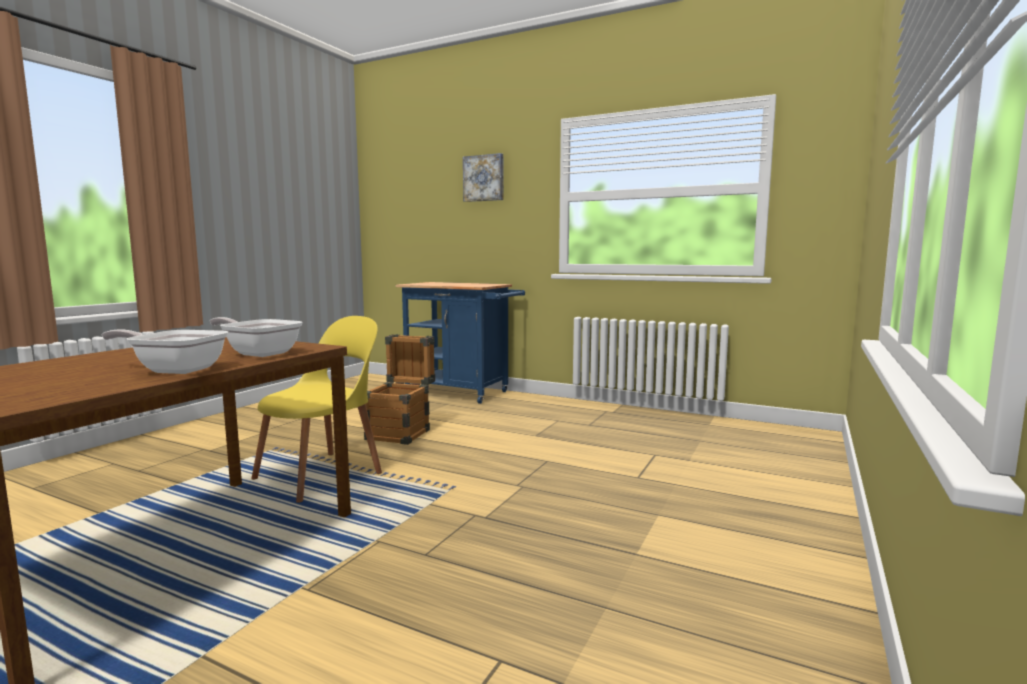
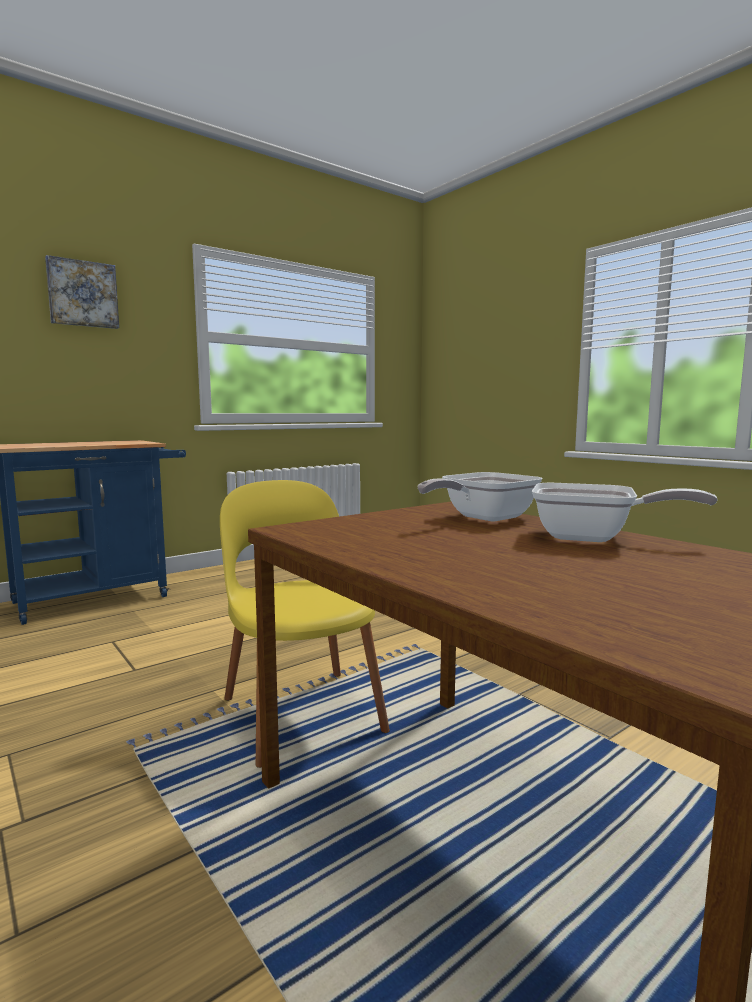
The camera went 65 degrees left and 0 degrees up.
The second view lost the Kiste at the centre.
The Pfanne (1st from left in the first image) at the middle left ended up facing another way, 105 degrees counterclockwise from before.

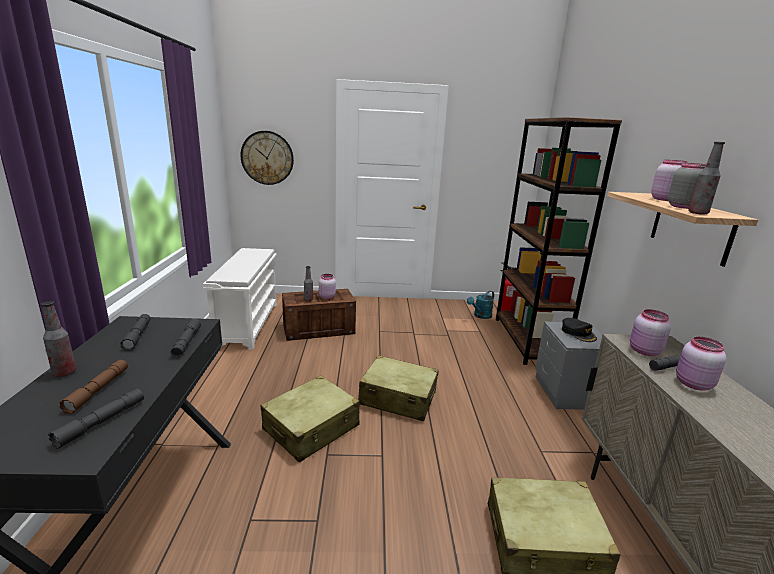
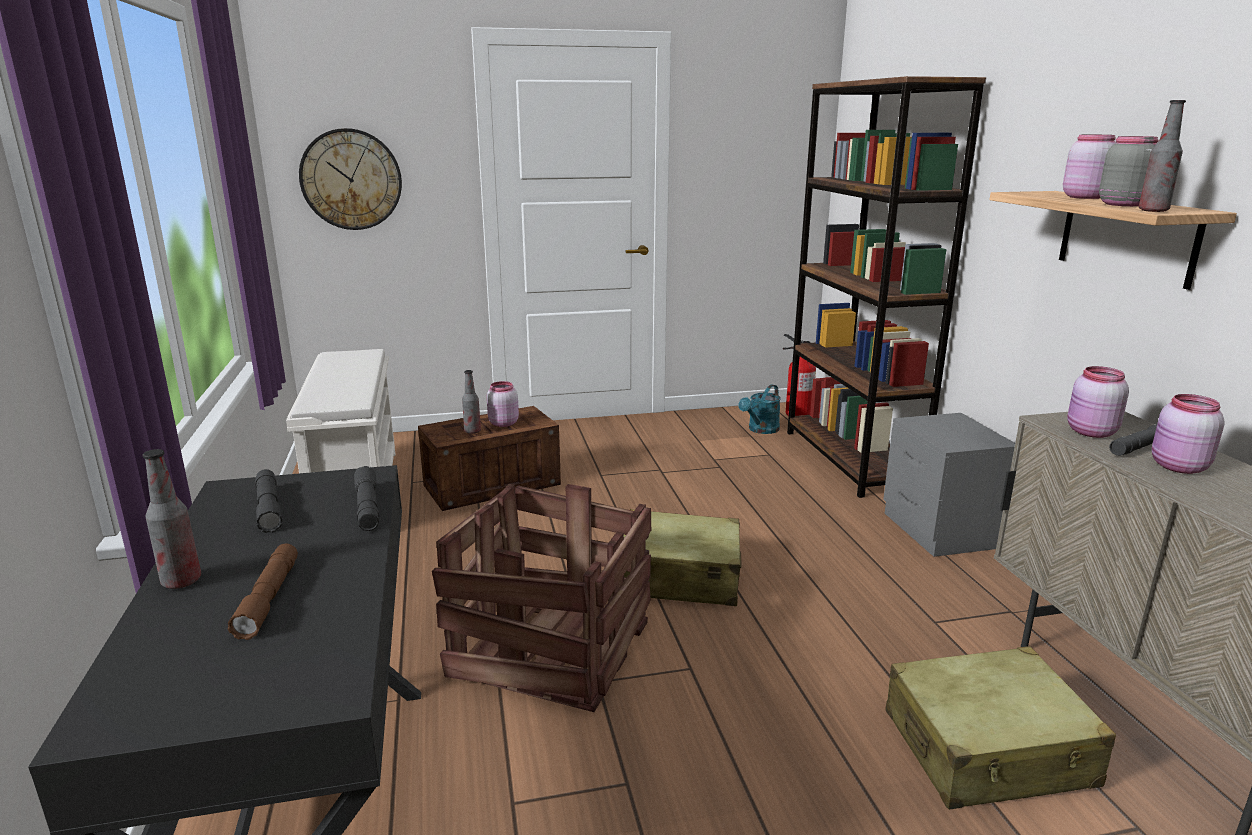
The camera went 10 degrees left and 0 degrees up.
The second view lost the Taschenlampe/grau (1st from left) at the bottom left.
The second view lost the Kappe/schwarz at the middle right.
Where the Koffer/beige (1st from left) stood at the bottom centre, the Kiste (2nd from left) came to stand at the bottom centre.

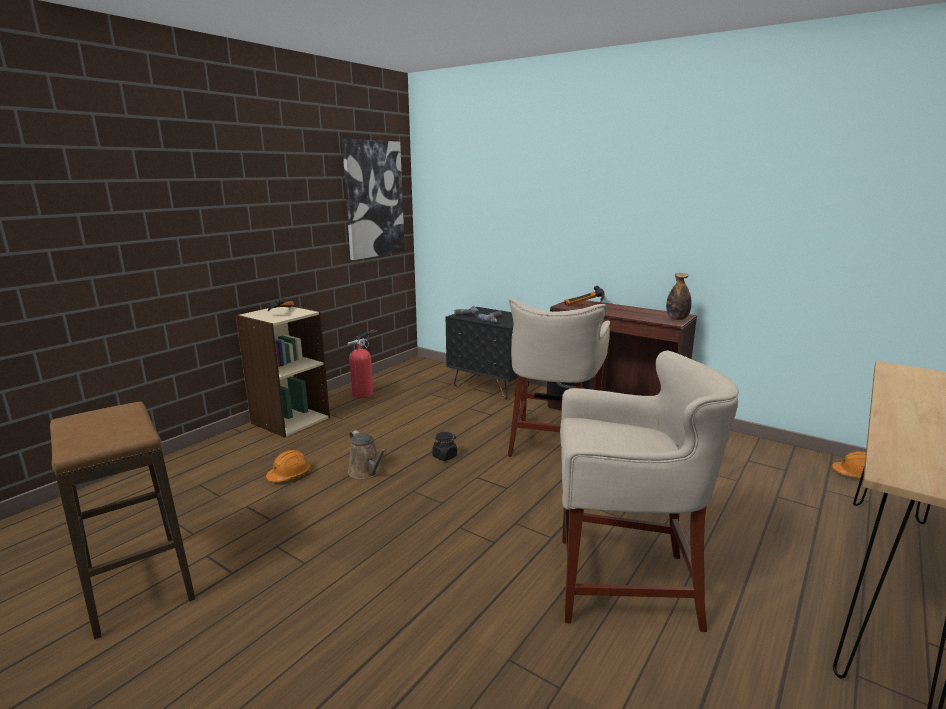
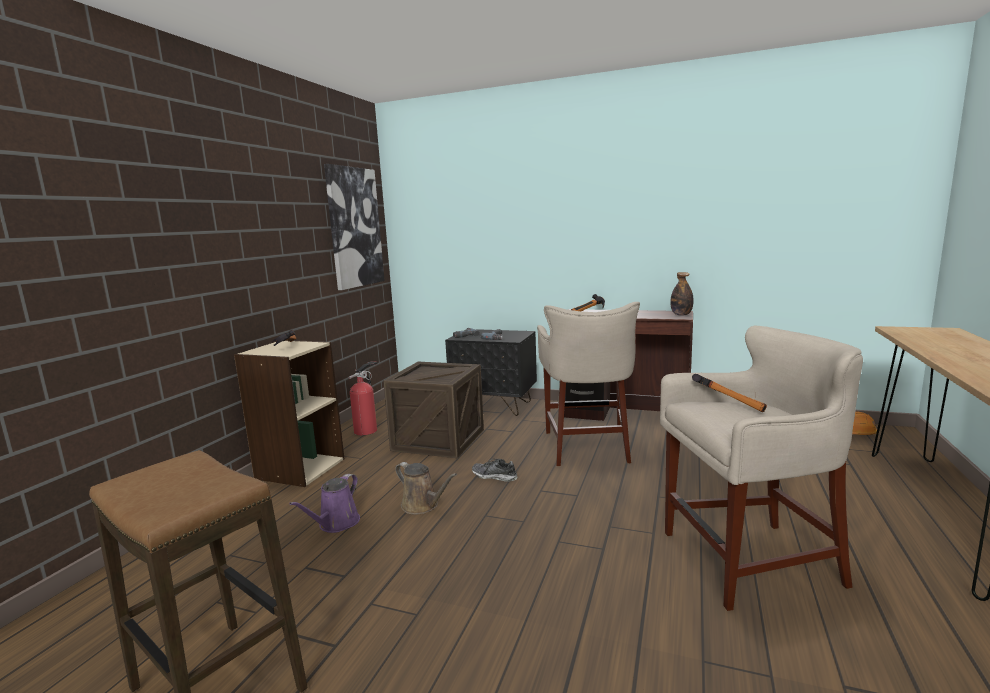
The camera went 15 degrees left and 5 degrees down.
The second view gained the Kiste at the centre.
The second view gained the Hammer (3rd from left) at the middle right.
Where the Schutzhelm/orange (1st from left) stood at the middle left, the Gießkanne/lila came to stand at the bottom left.
Where the Vorratsglas/schwarz stood at the centre, the Schuh came to stand at the bottom centre.

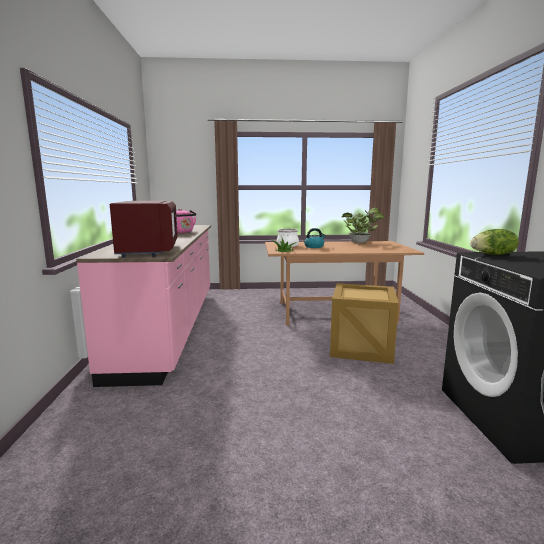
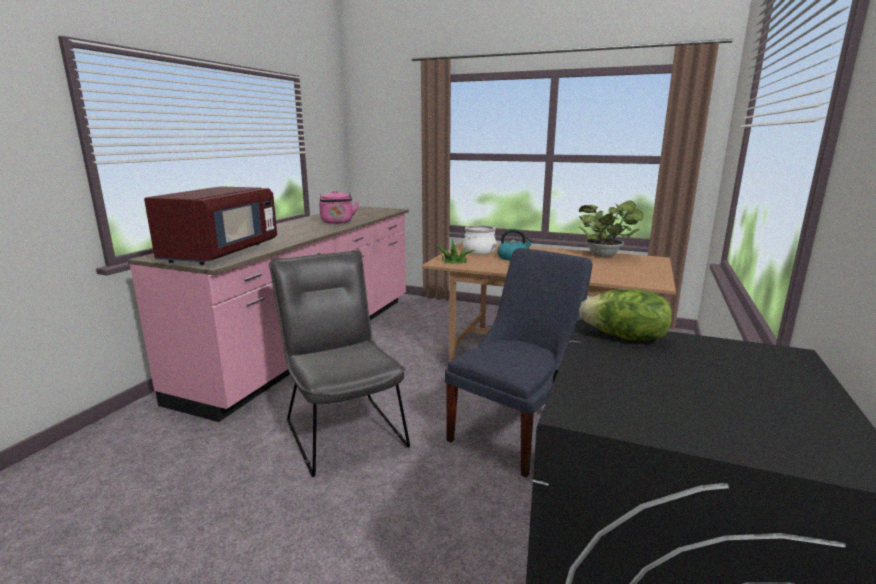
The camera went 25 degrees right and 5 degrees up.
The second view gained the Stuhl/grau at the centre.
Where the Kiste stood at the middle right, the Stuhl/blau came to stand at the centre.

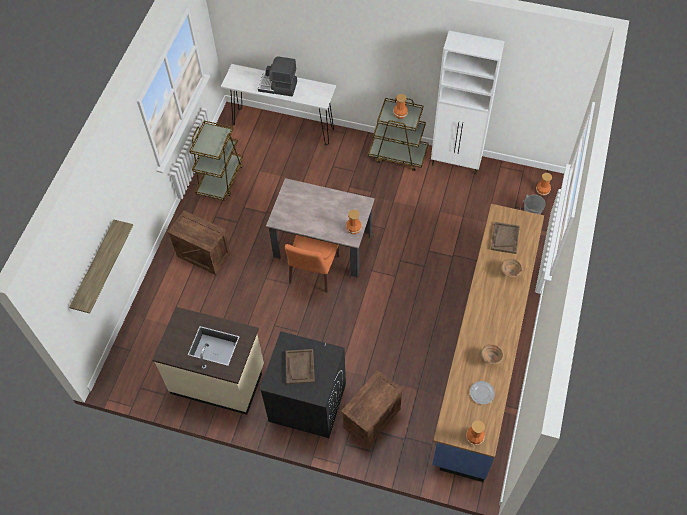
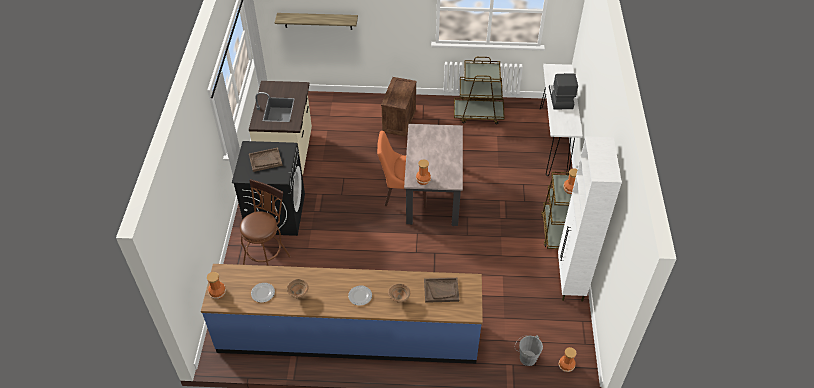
The camera went 75 degrees right and 10 degrees down.
The second view gained the Teller (2nd from left) at the bottom centre.
Where the Kiste (2nd from left) stood at the bottom centre, the Hocker/braun came to stand at the middle left.

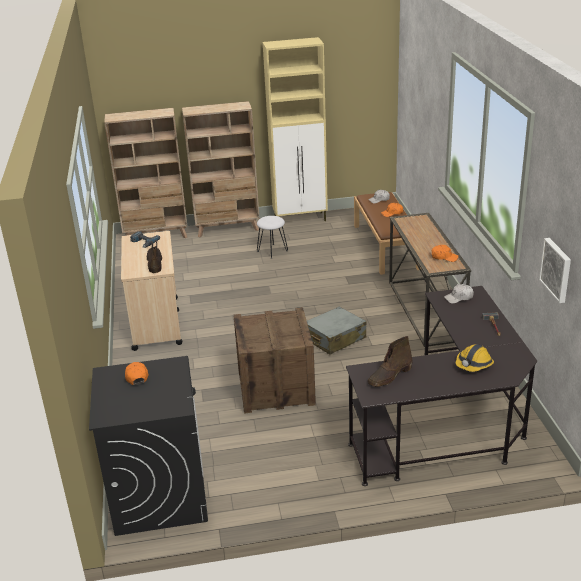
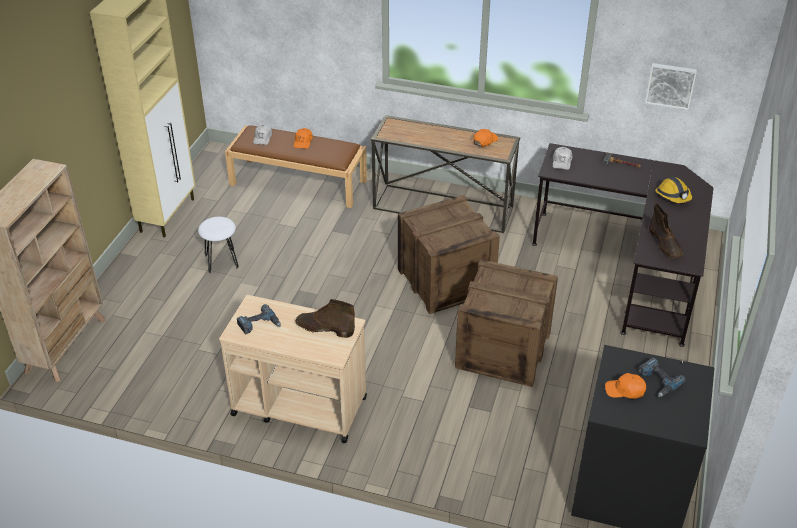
The camera went 65 degrees left and 10 degrees up.
The second view lost the Bücherregal/beige (2nd from left) at the top centre.
The second view gained the Bohrmaschine (2nd from left) at the bottom right.
Where the Koffer/grau stood at the centre, the Kiste (1st from left) came to stand at the centre.

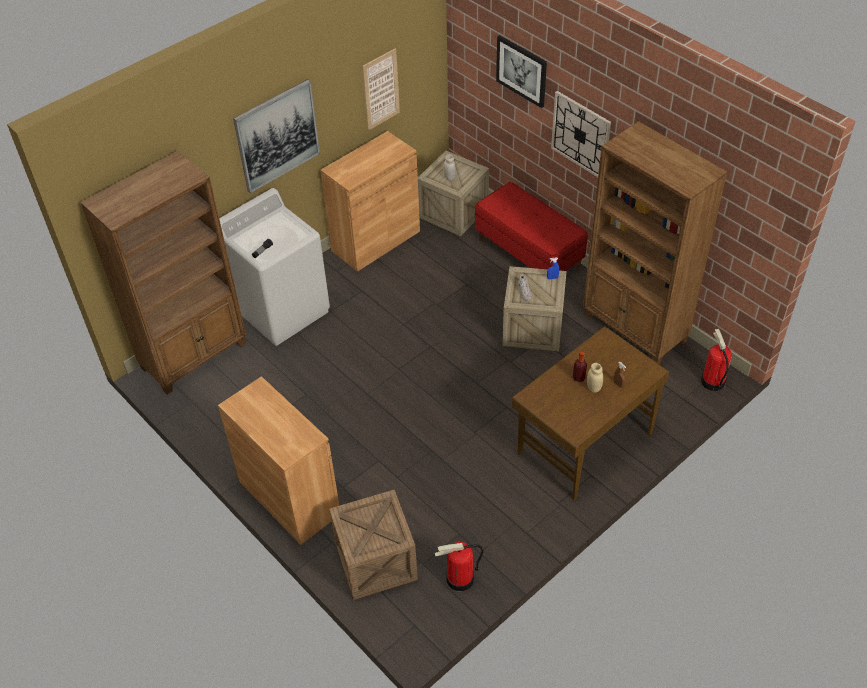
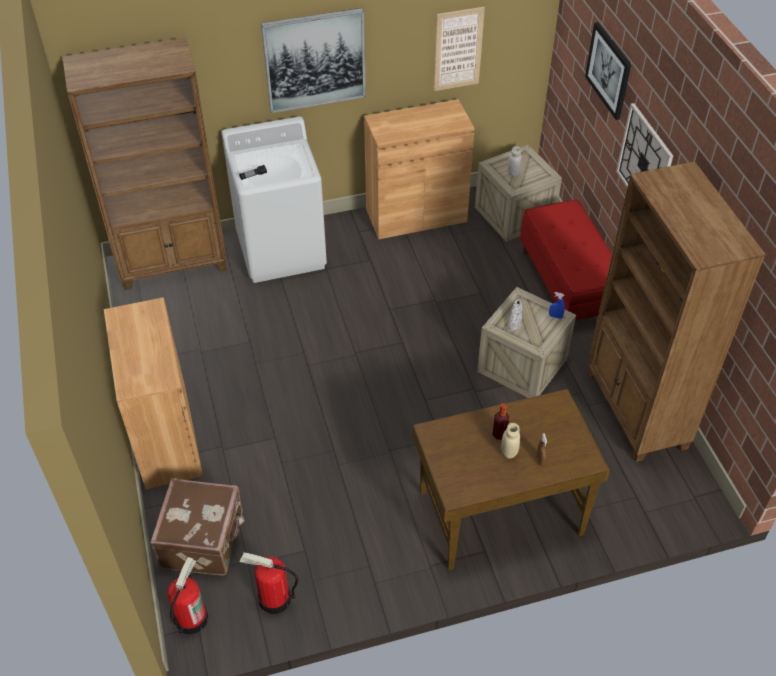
The camera went 25 degrees right and 0 degrees up.
The Feuerlöscher (2nd from left in the first image) ended up elsewhere, having gone from the middle right to the bottom left.
Where the Kiste (1st from left) stood at the bottom centre, the Koffer/braun came to stand at the bottom left.

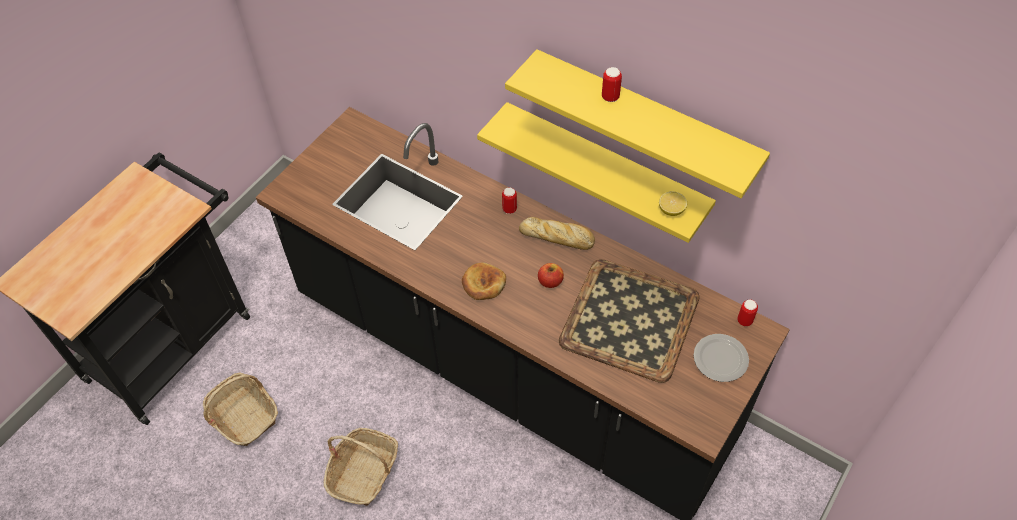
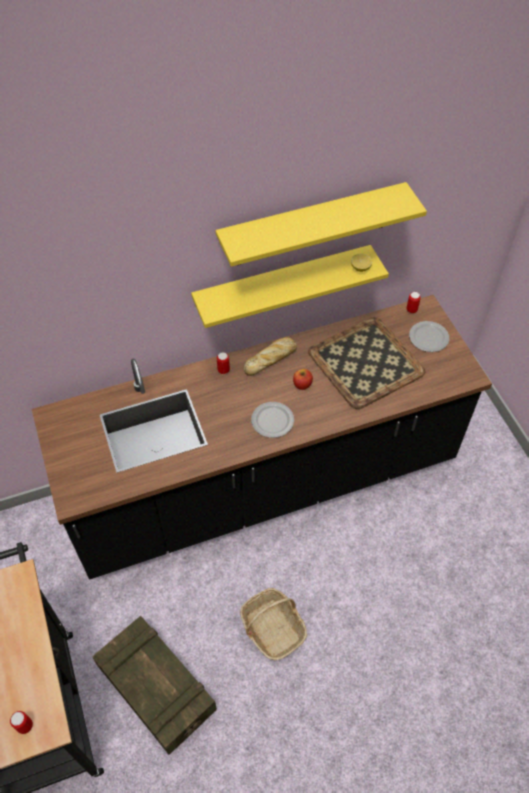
The camera went 55 degrees left and 0 degrees up.
The Dose (2nd from left in the first image) ended up elsewhere, having gone from the top centre to the bottom left.
Where the Korb (1st from left) stood at the bottom left, the Kiste came to stand at the bottom left.
Where the Brot (1st from left) stood at the centre, the Teller (1st from left) came to stand at the centre.

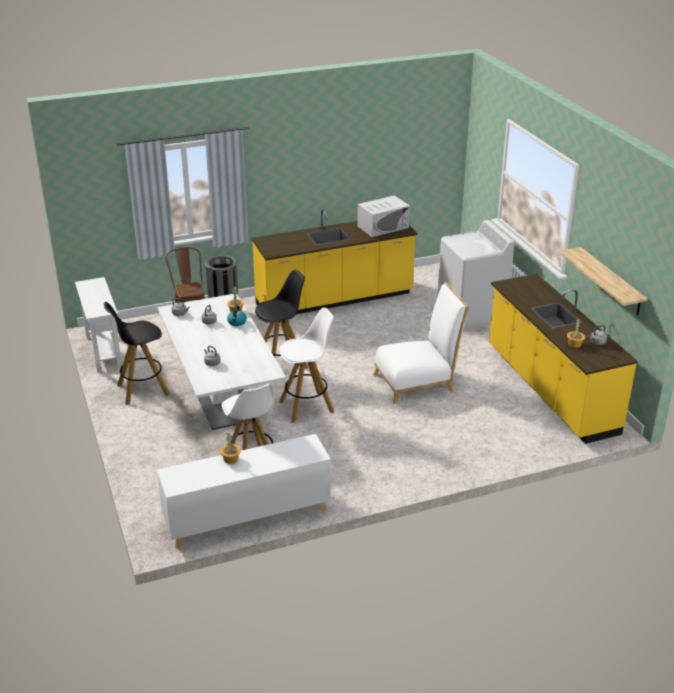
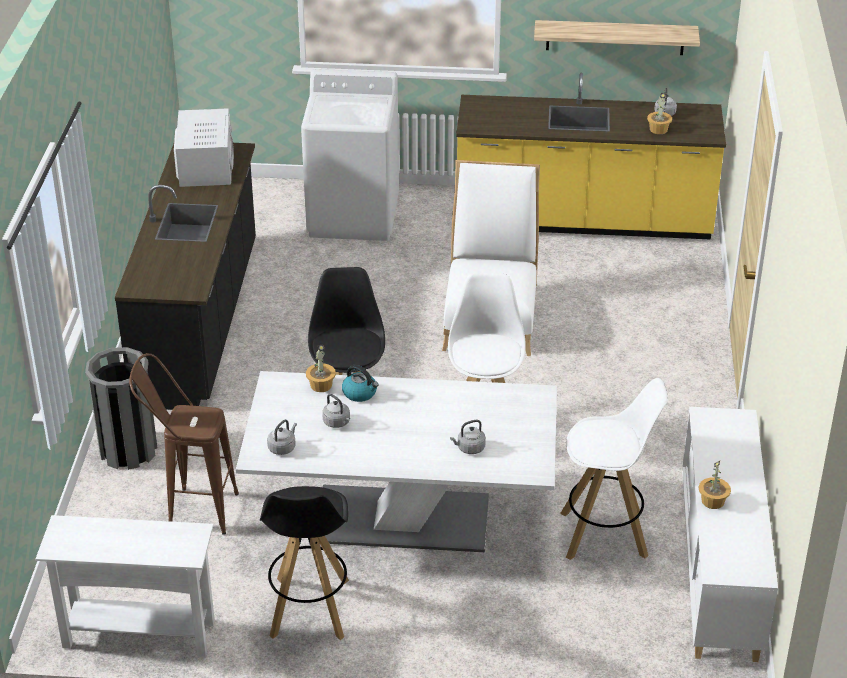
The camera went 65 degrees left and 5 degrees up.
What was the Küchenzeile/gelb (1st from left) at the centre turned into the Küchenzeile/schwarz at the middle left.

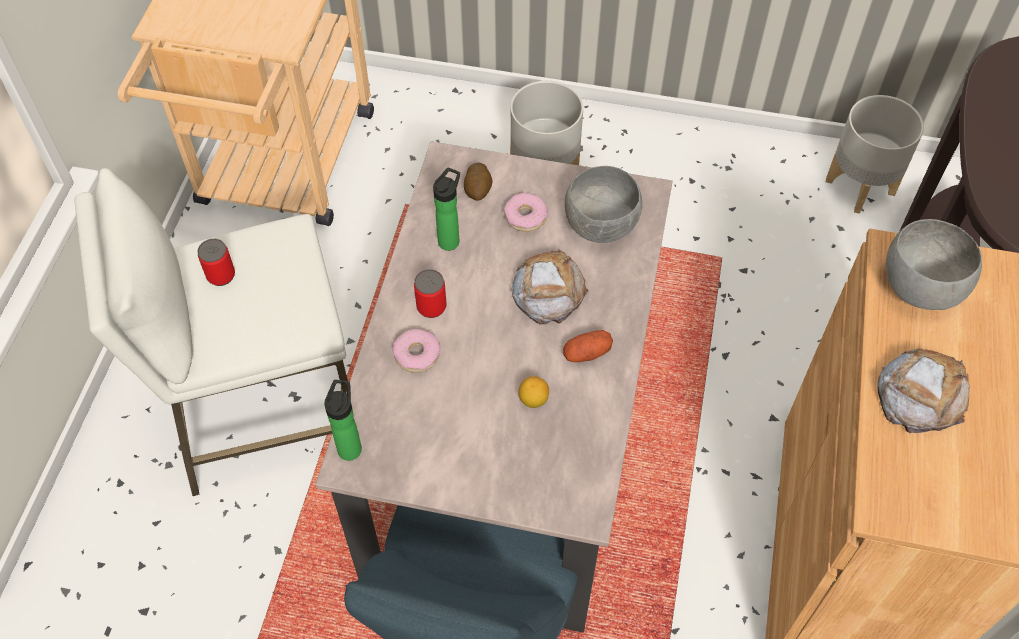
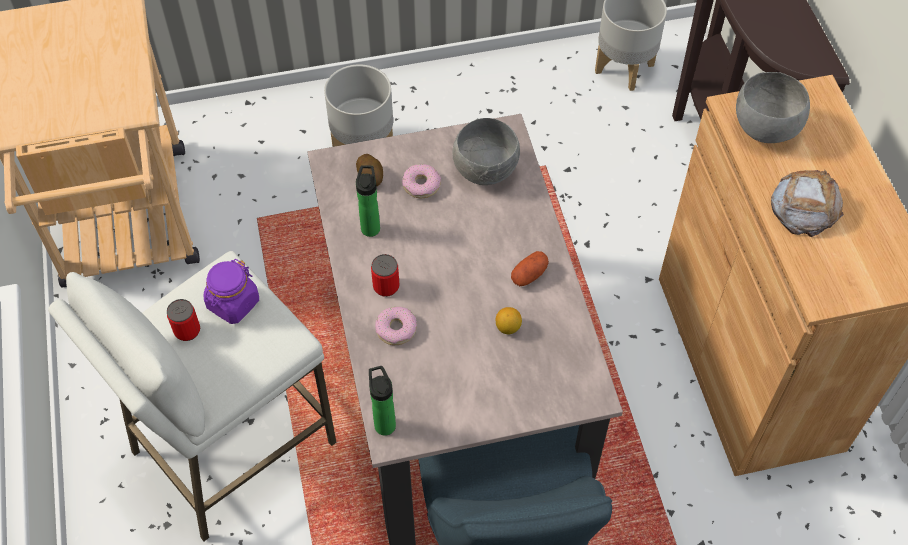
The camera went 25 degrees left and 0 degrees up.
The second view lost the Brot (1st from left) at the centre.
The second view gained the Vorratsglas/lila at the middle left.

